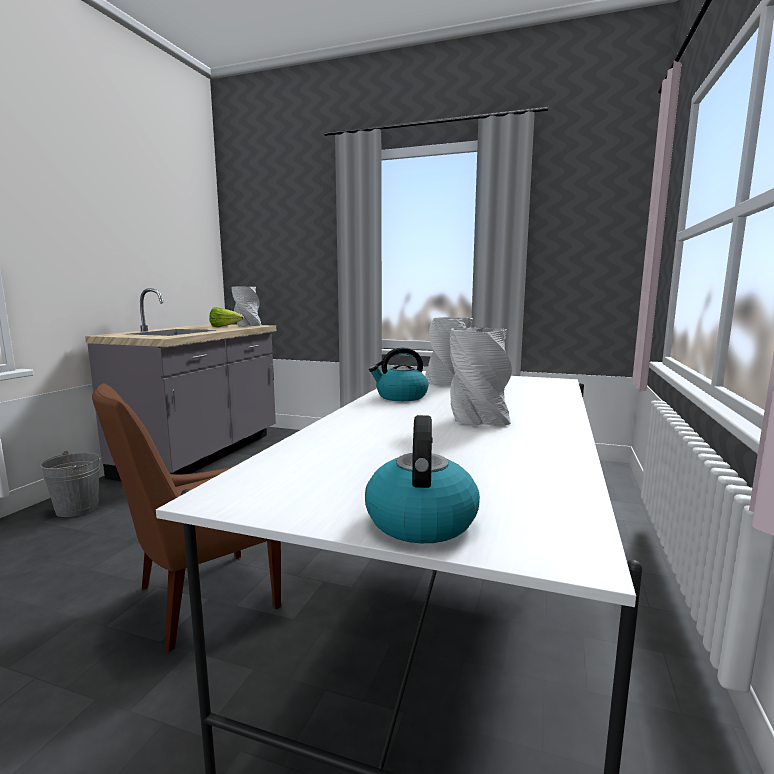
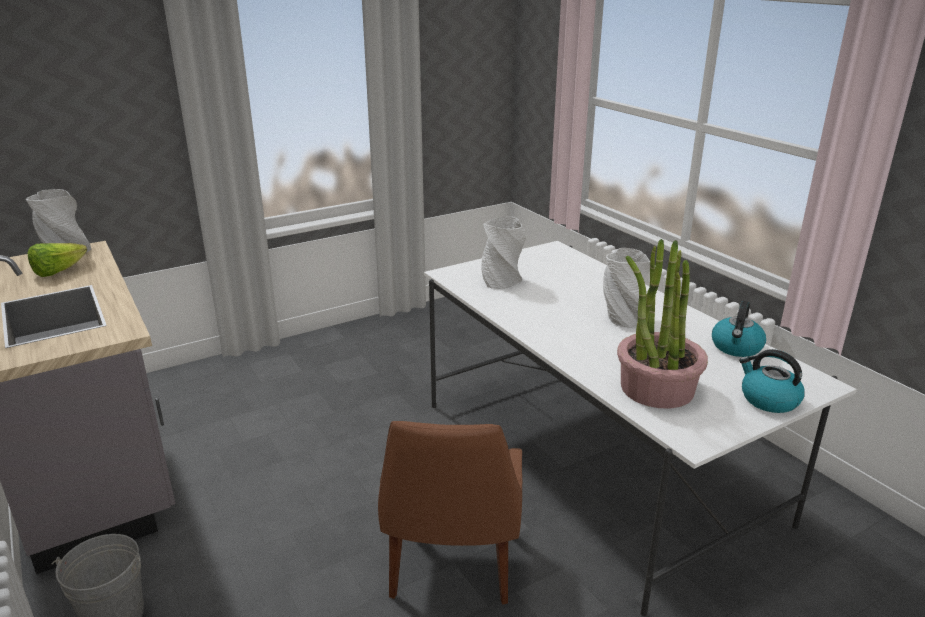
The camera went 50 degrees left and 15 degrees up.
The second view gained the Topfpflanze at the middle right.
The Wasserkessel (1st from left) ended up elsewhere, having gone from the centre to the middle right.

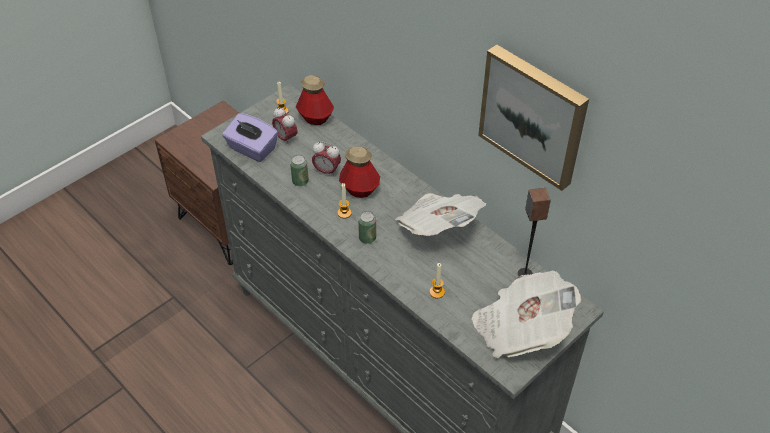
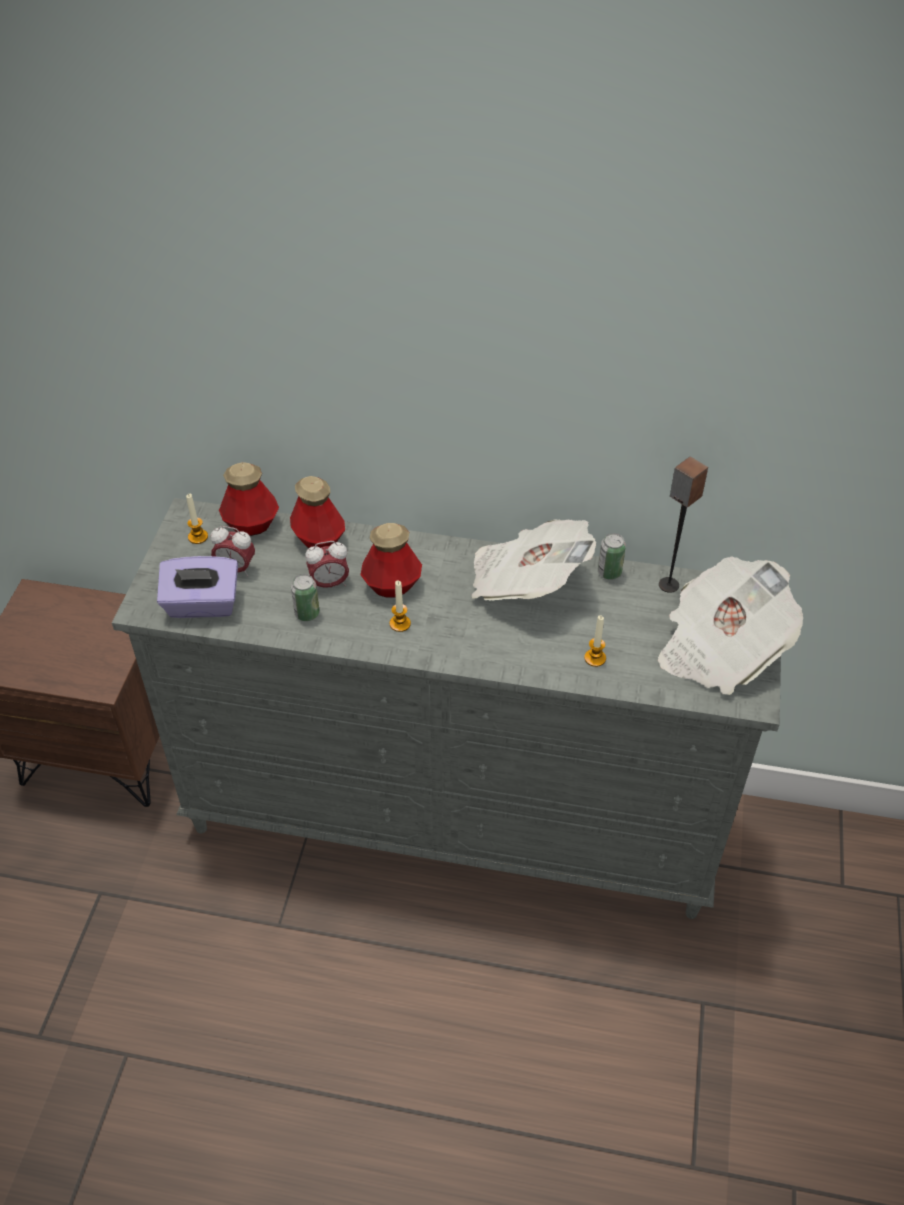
The camera went 35 degrees left and 0 degrees up.
The second view lost the Bild at the top right.
The second view gained the Flasche (2nd from left) at the centre.
The Dose (2nd from left) ended up elsewhere, having gone from the centre to the middle right.

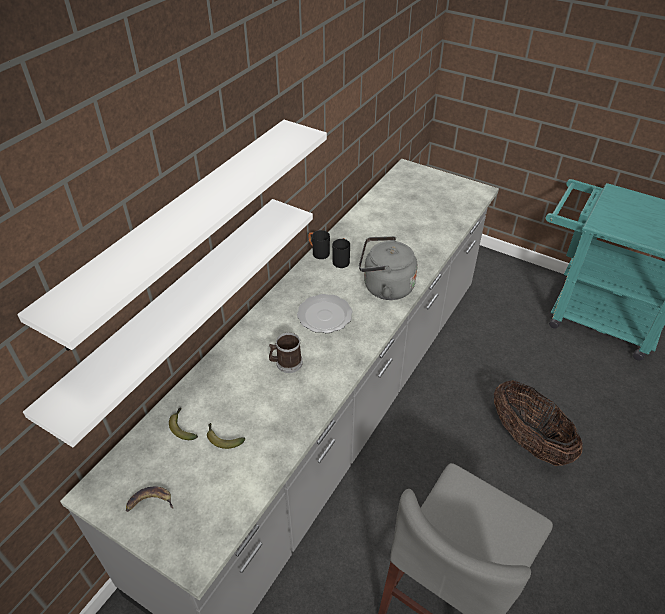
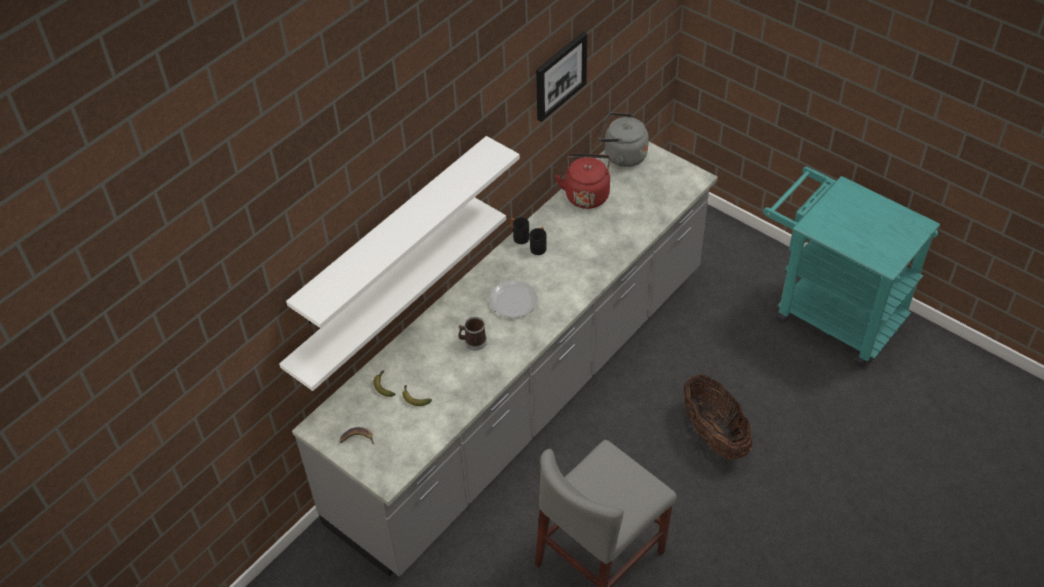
The camera went 10 degrees right and 5 degrees up.
The second view gained the Bild at the top centre.
The second view gained the Wasserkessel/rot at the top centre.
The Wasserkessel/grau ended up elsewhere, having gone from the centre to the top centre.

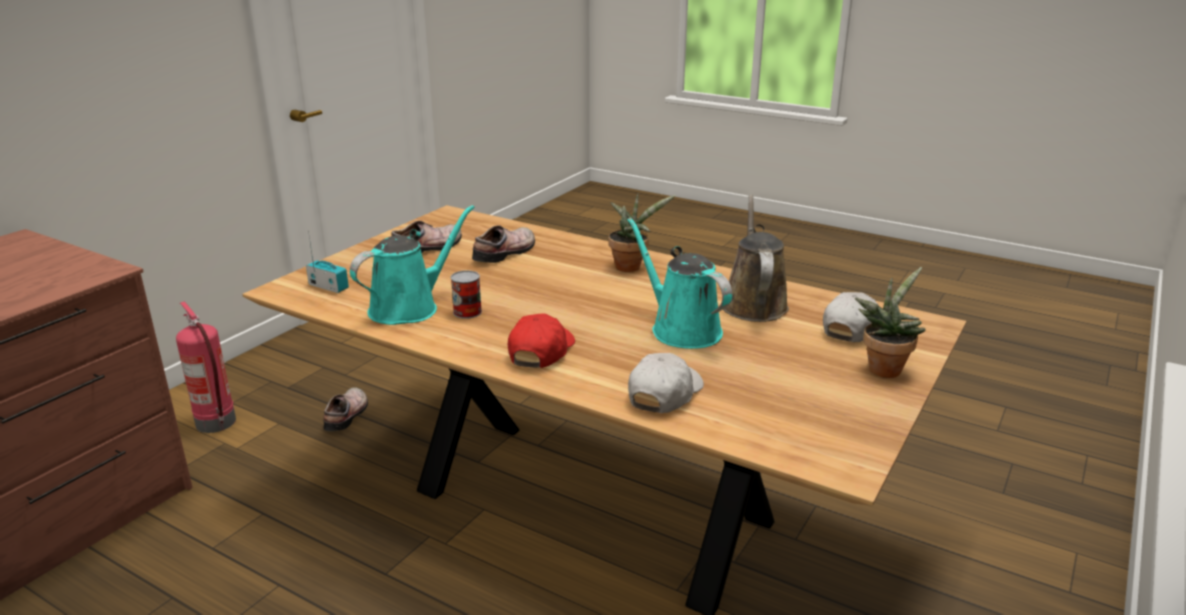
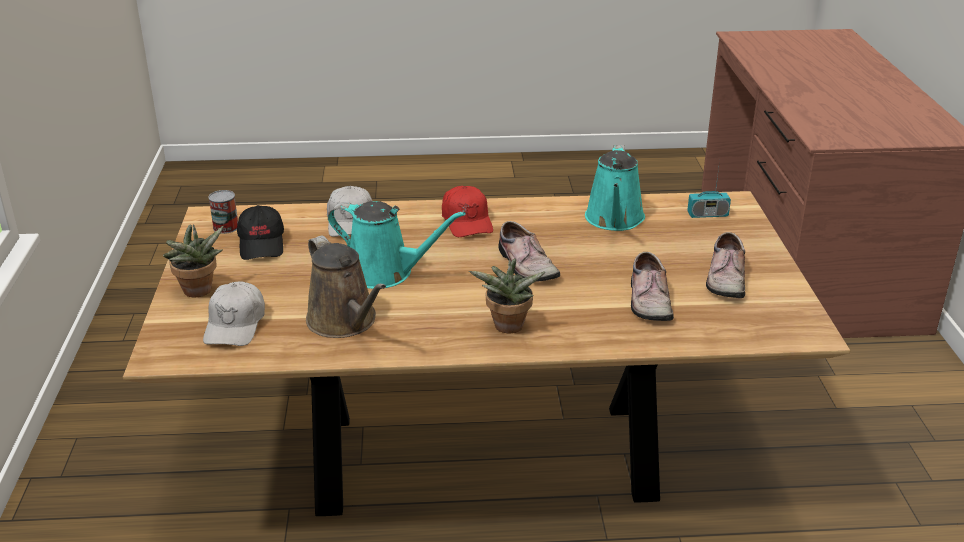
The camera went 145 degrees right and 5 degrees up.
The second view lost the Feuerlöscher at the middle left.
The second view gained the Kappe/schwarz at the middle left.
The Schuh (1st from left) ended up elsewhere, having gone from the middle left to the centre.
The Dose ended up elsewhere, having gone from the centre to the middle left.

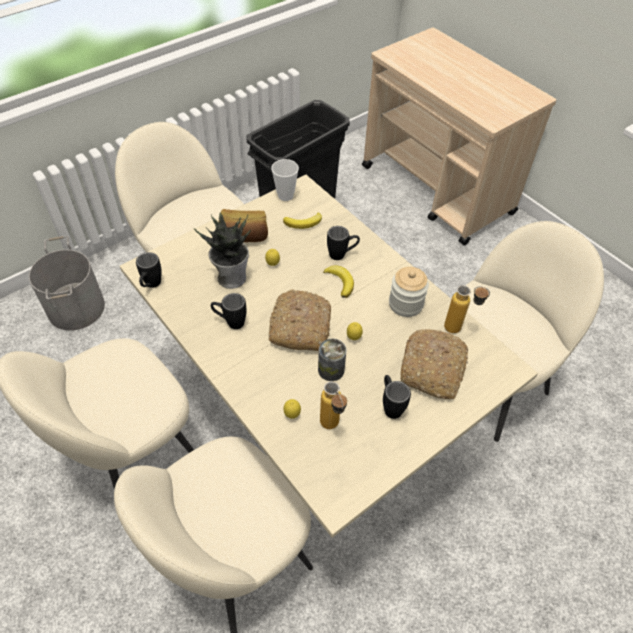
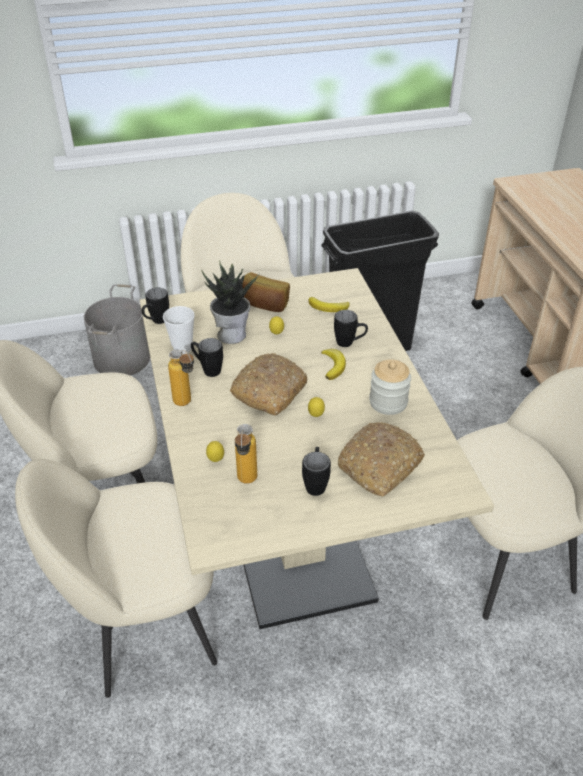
The camera went 25 degrees right and 10 degrees down.
The second view lost the Dose at the centre.
The Tasse ended up elsewhere, having gone from the top centre to the middle left.
The Flasche (2nd from left in the first image) ended up elsewhere, having gone from the middle right to the middle left.

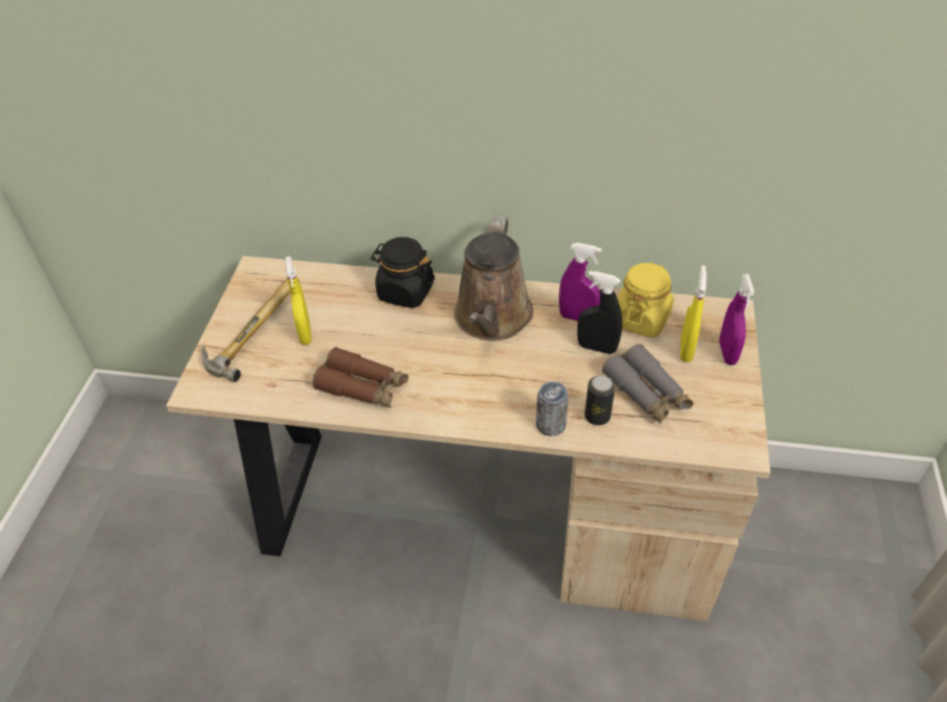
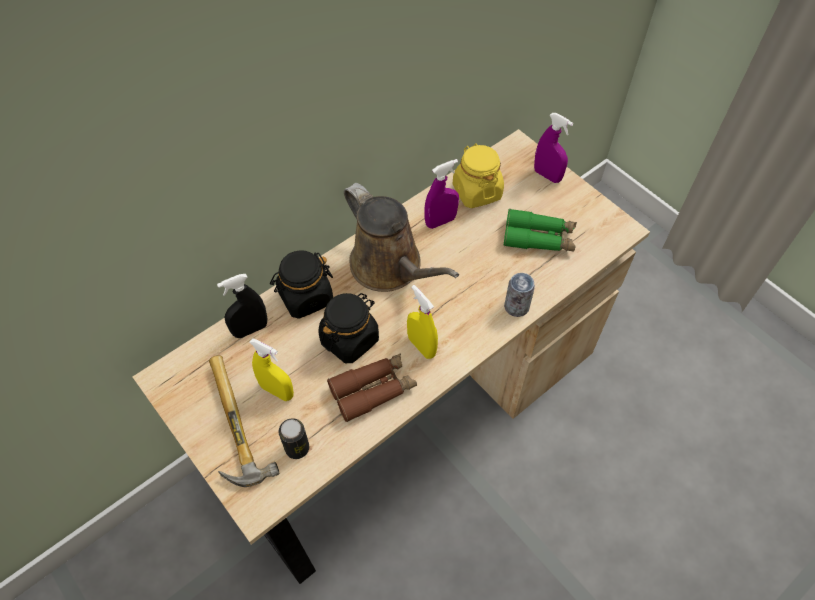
The camera went 50 degrees left and 10 degrees up.
The second view gained the Vorratsglas/schwarz (2nd from left) at the centre.
The Sprühflasche/schwarz ended up elsewhere, having gone from the centre to the middle left.
The Dose (2nd from left in the first image) ended up elsewhere, having gone from the centre to the bottom centre.
The Sprühflasche/gelb (2nd from left) ended up elsewhere, having gone from the middle right to the centre.
What was the Fernglas/grau at the middle right turned into the Fernglas/grün at the centre.

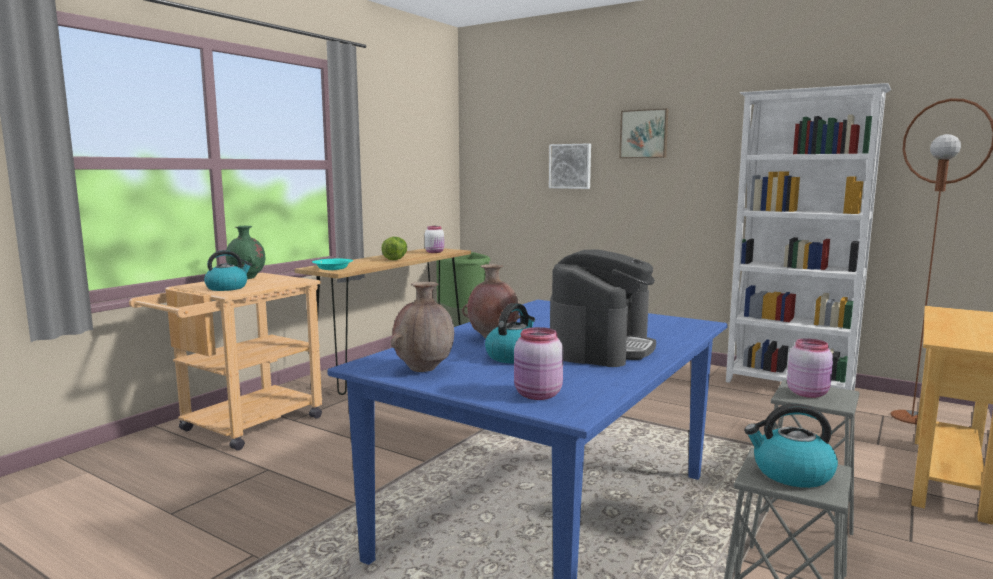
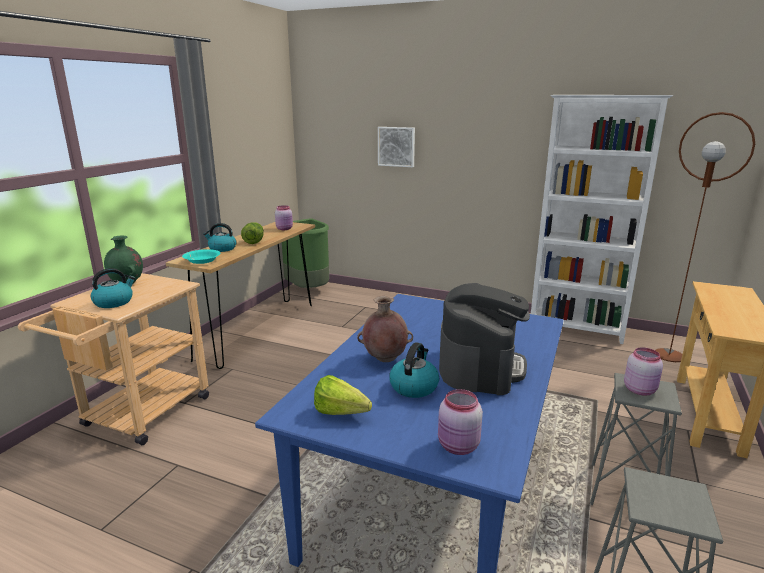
The camera went 10 degrees left and 10 degrees up.
The second view lost the Bild (2nd from left) at the top centre.
The Wasserkessel (3rd from left in the first image) ended up elsewhere, having gone from the bottom right to the middle left.
Where the Vase/braun (1st from left) stood at the centre, the Salatkopf (2nd from left) came to stand at the bottom centre.
What was the Vorratsglas/weiß at the centre turned into the Vorratsglas/rosa (1st from left) at the centre.

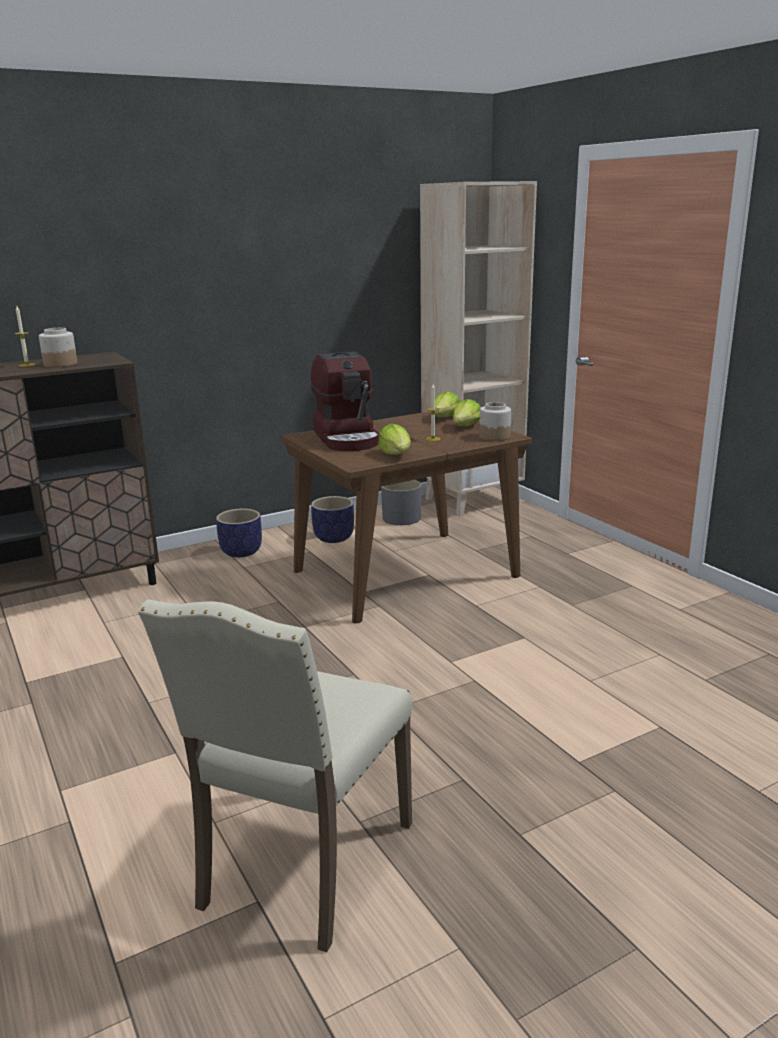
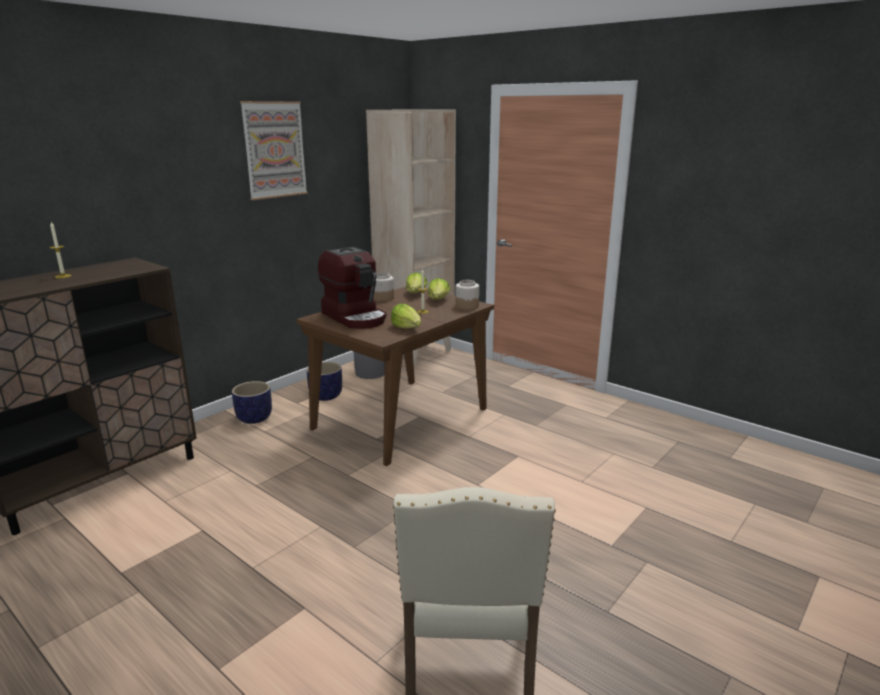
The camera went 20 degrees left and 0 degrees up.
The second view gained the Bild at the top left.
The Vorratsglas (1st from left) ended up elsewhere, having gone from the middle left to the centre.

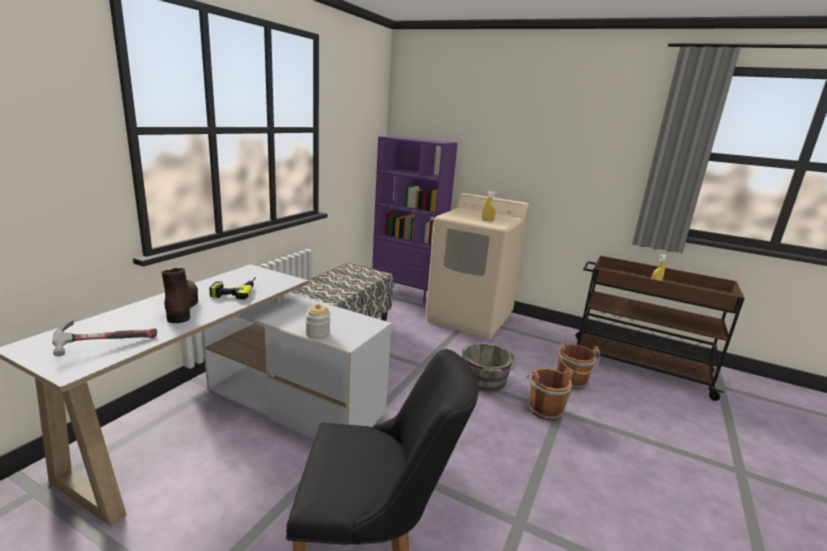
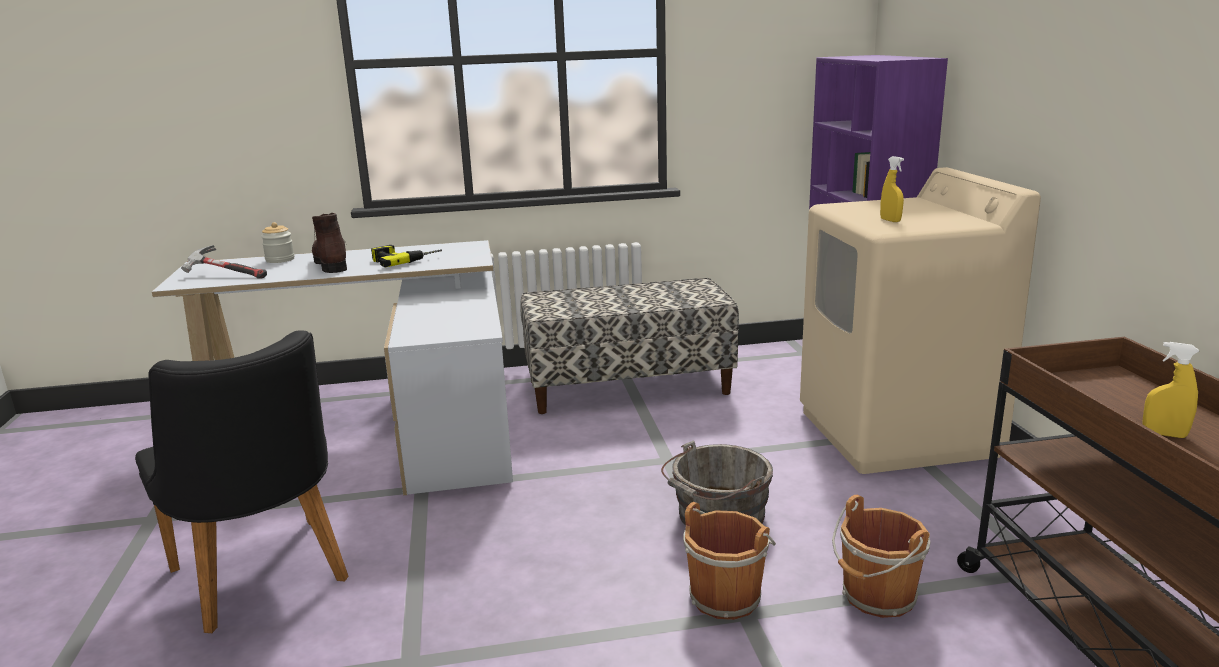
The camera went 55 degrees right and 0 degrees up.
The Vorratsglas ended up elsewhere, having gone from the centre to the middle left.
The Stiefel/braun at the middle left ended up facing another way, 60 degrees counterclockwise from before.

